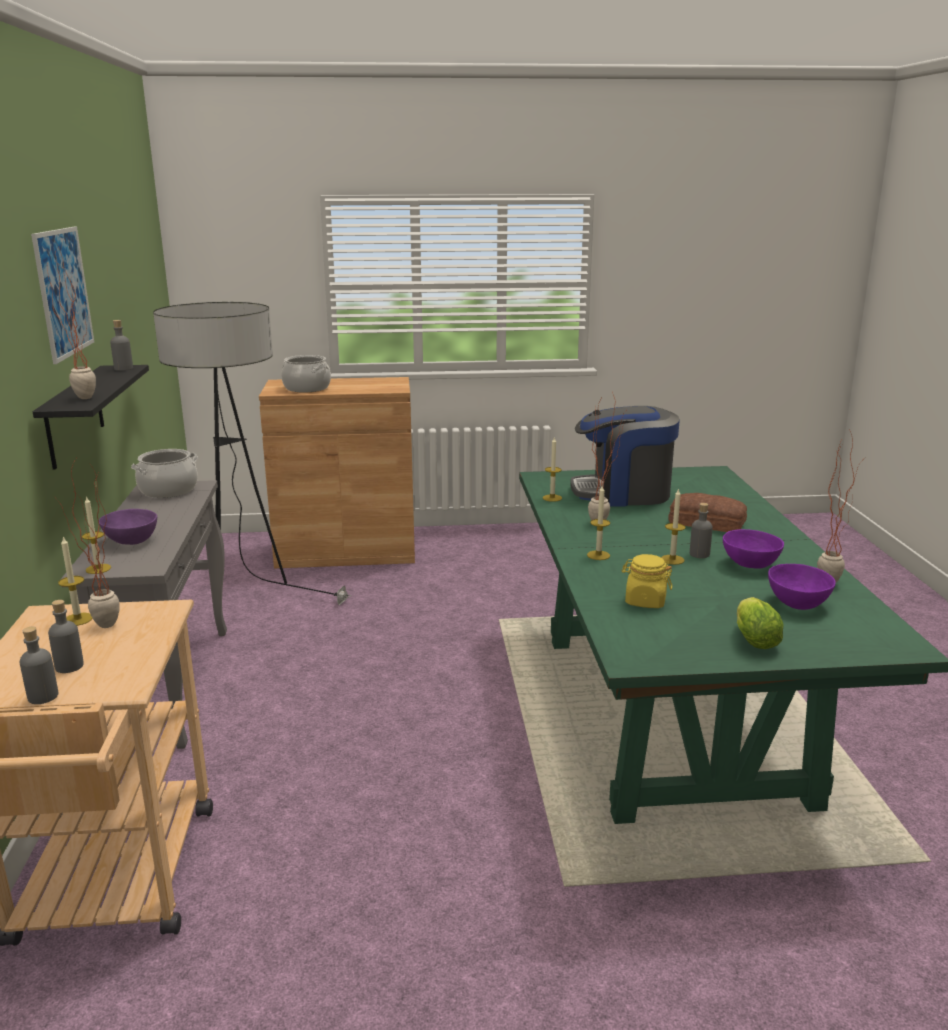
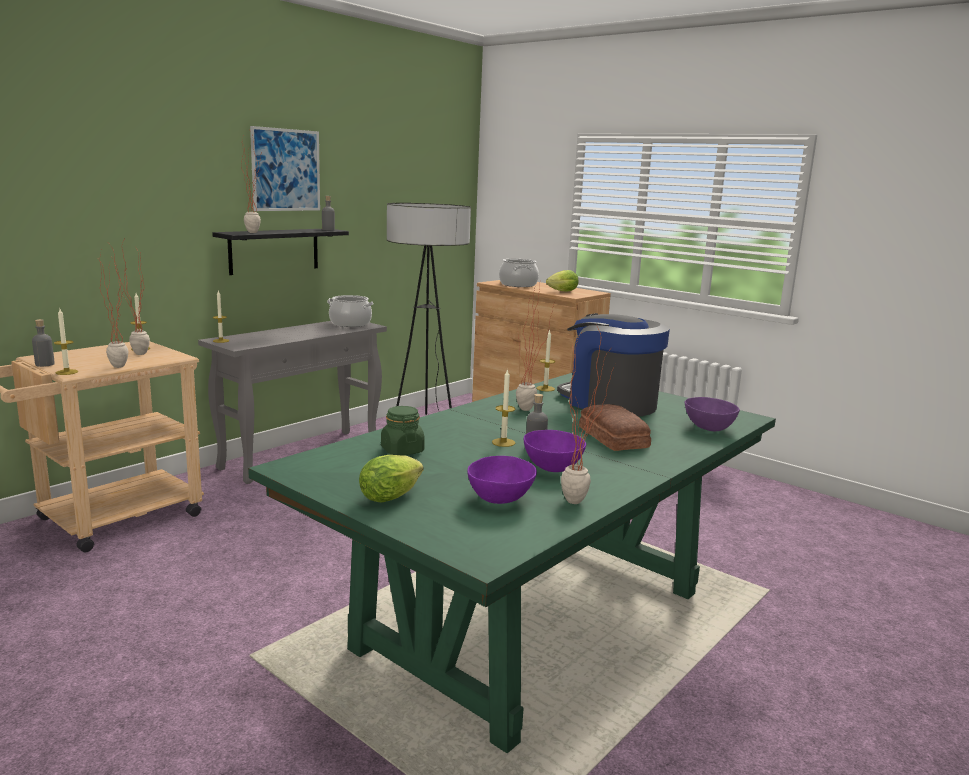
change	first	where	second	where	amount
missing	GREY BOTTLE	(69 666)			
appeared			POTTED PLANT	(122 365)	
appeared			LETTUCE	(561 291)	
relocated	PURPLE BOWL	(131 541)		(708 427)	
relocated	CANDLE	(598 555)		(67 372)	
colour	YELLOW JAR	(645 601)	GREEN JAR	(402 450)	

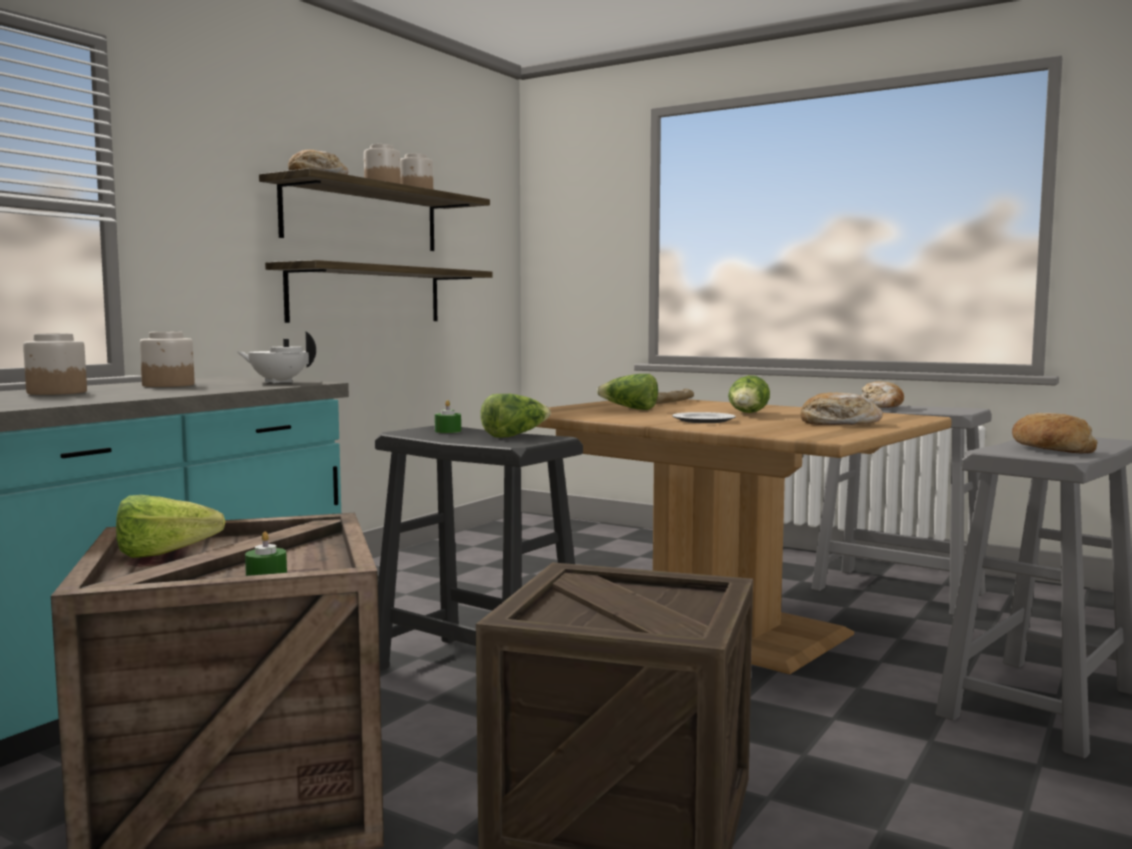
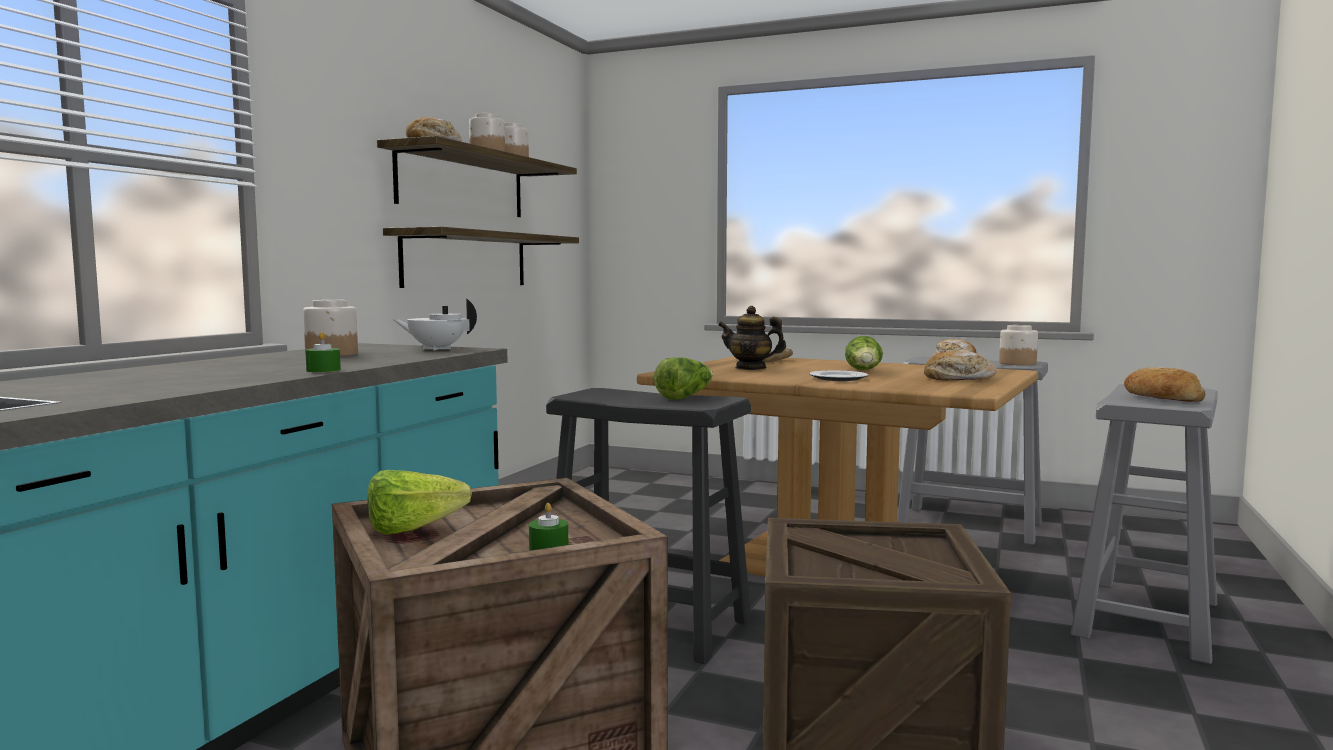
change	first	where	second	where	amount
relocated	JAR	(56 392)		(1017 363)	
relocated	GREEN CANDLE	(448 431)		(323 370)	
exchanged	LETTUCE	(629 409)	TEAPOT	(751 368)	

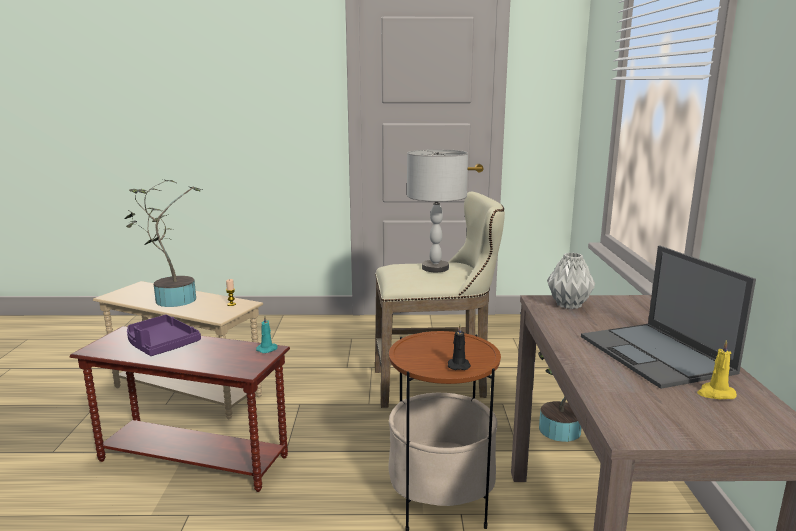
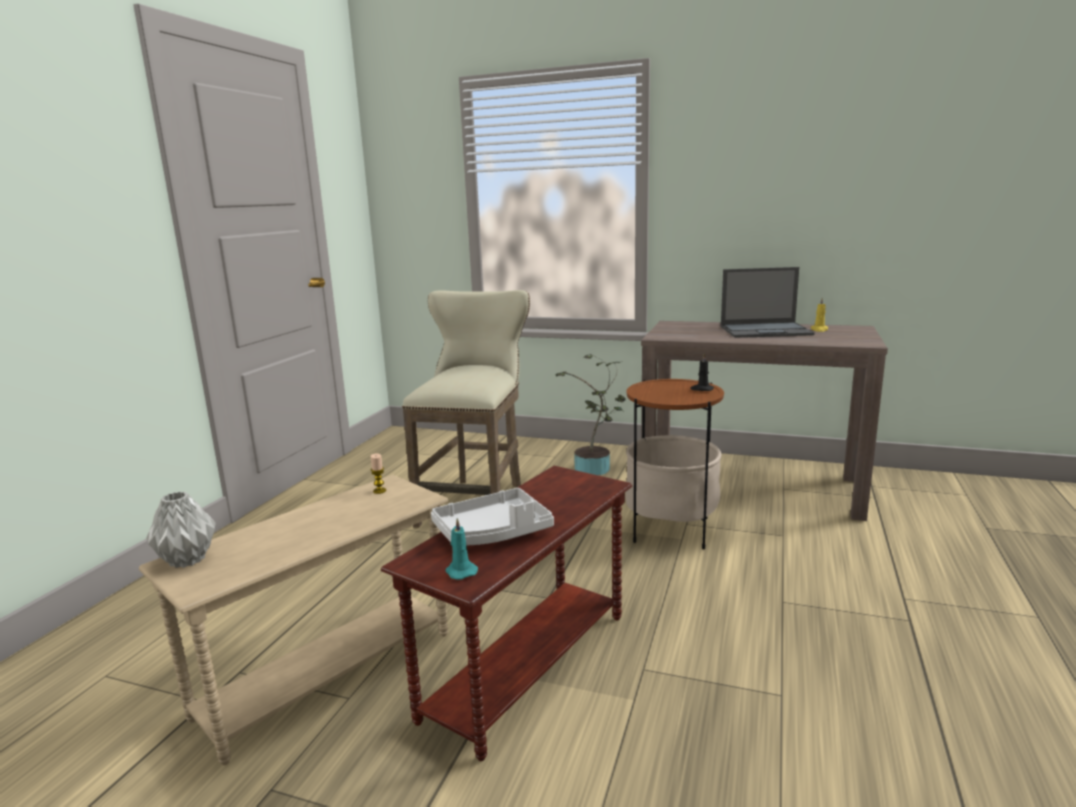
change	first	where	second	where	amount
missing	POTTED PLANT	(171 300)			
missing	GREY TABLE LAMP	(435 268)			
relocated	TURQUOISE CANDLE	(267 349)		(460 571)	
relocated	GREY VASE	(569 305)		(188 560)	
colour	PURPLE TRAY	(160 345)	WHITE TRAY	(493 532)	

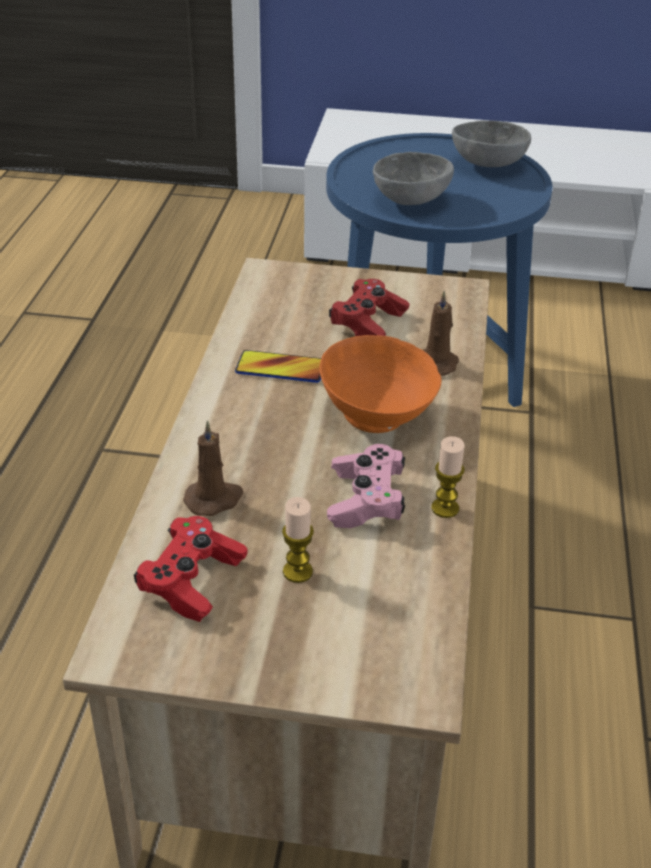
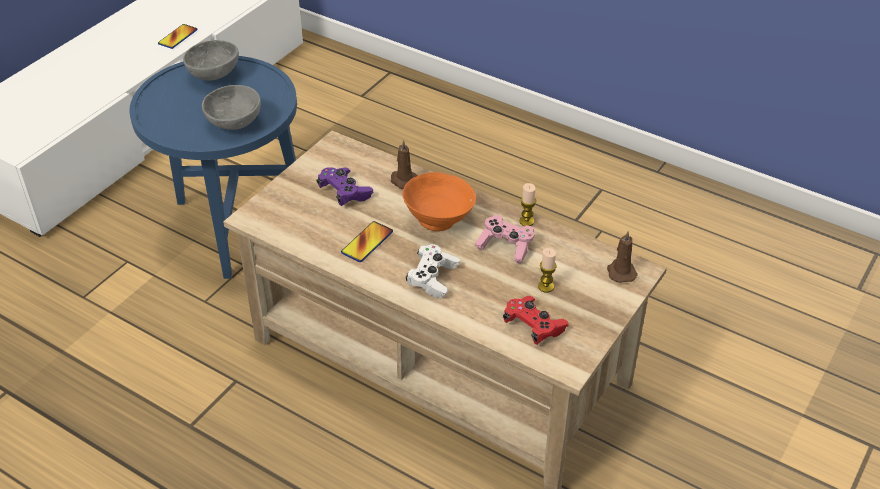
change	first	where	second	where	amount
appeared			PHONE	(178 37)	
appeared			WHITE GAME CONTROLLER	(432 278)	
relocated	BROWN CANDLE	(214 499)		(620 271)	
colour	RED GAME CONTROLLER	(368 323)	PURPLE GAME CONTROLLER	(344 193)	

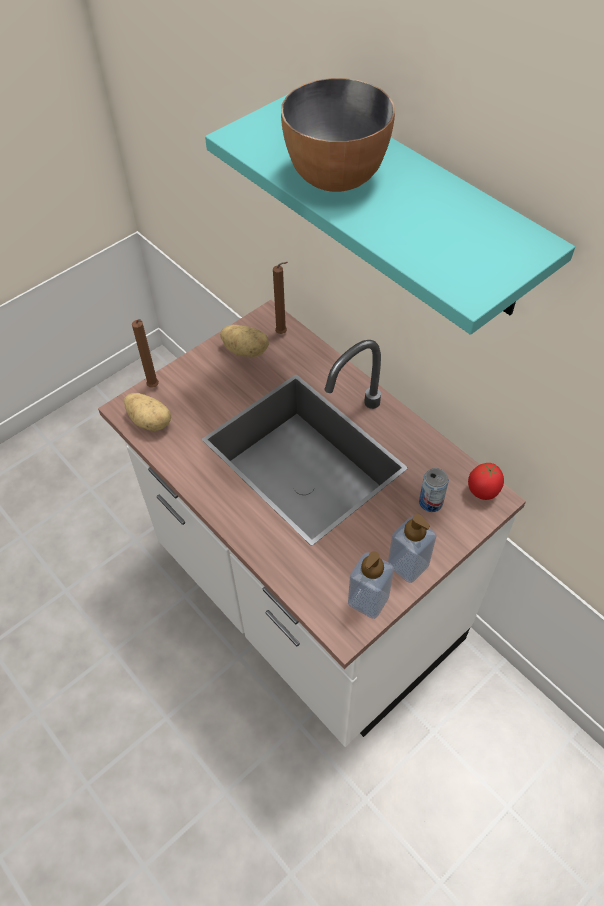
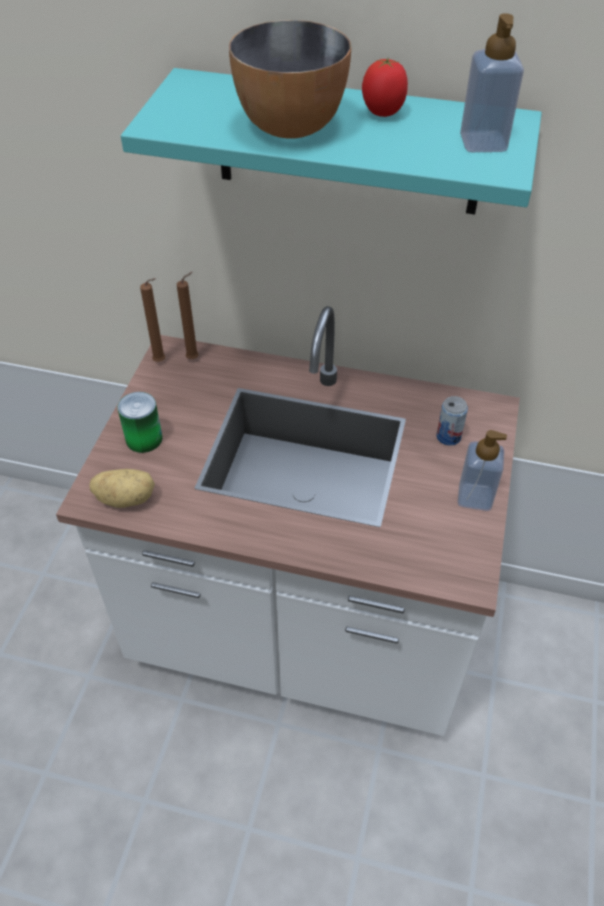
change	first	where	second	where	amount
missing	POTATO	(246 350)			
appeared			CAN	(144 439)	
relocated	BROWN CANDLE	(154 387)		(161 362)	
relocated	SOAP DISPENSER	(368 600)		(483 142)	
relocated	TOMATO	(482 492)		(383 113)	

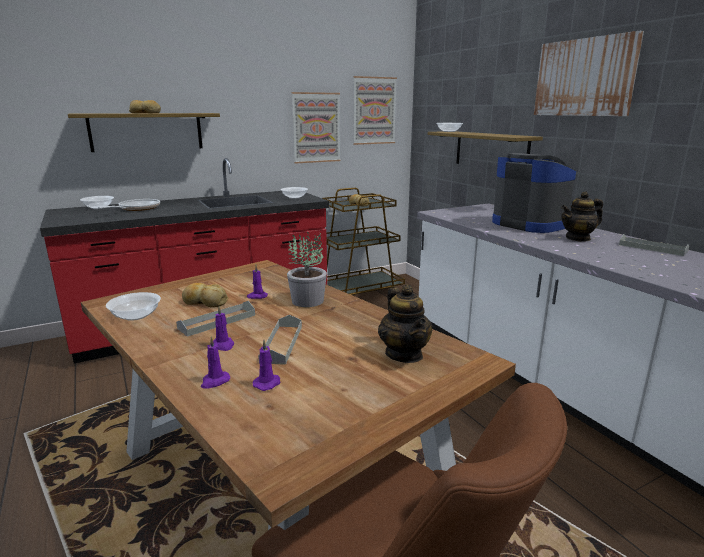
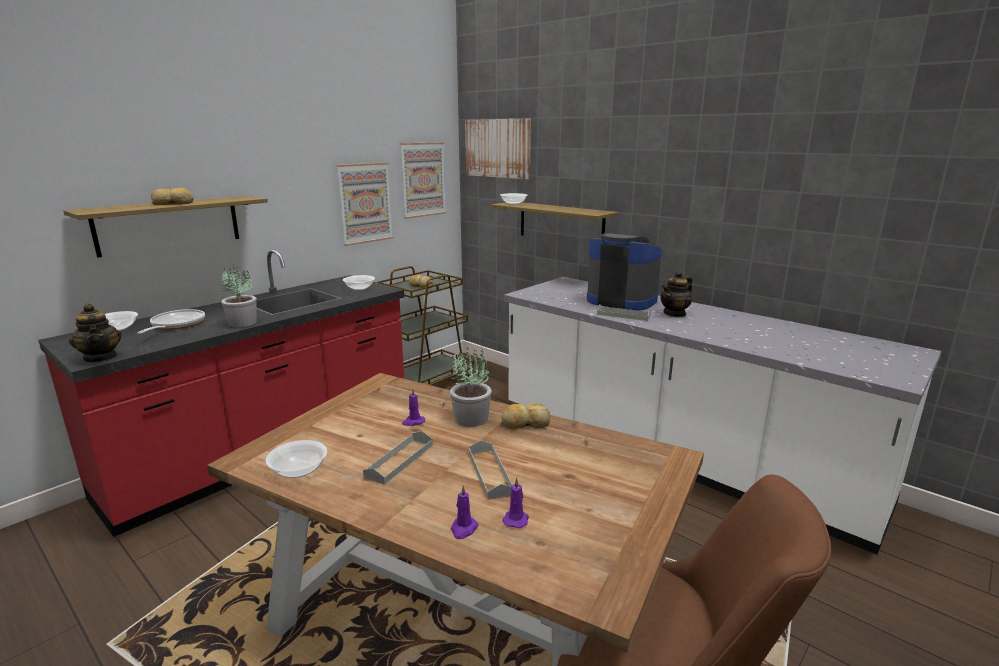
change	first	where	second	where	amount
missing	PURPLE CANDLE	(223 345)			
appeared			POTTED PLANT	(242 322)	
relocated	BREAD	(205 302)		(525 423)	
relocated	TEAPOT	(404 354)		(101 358)	
relocated	PICTURE	(584 77)		(498 148)	
relocated	GREY TRAY	(652 248)		(623 315)	

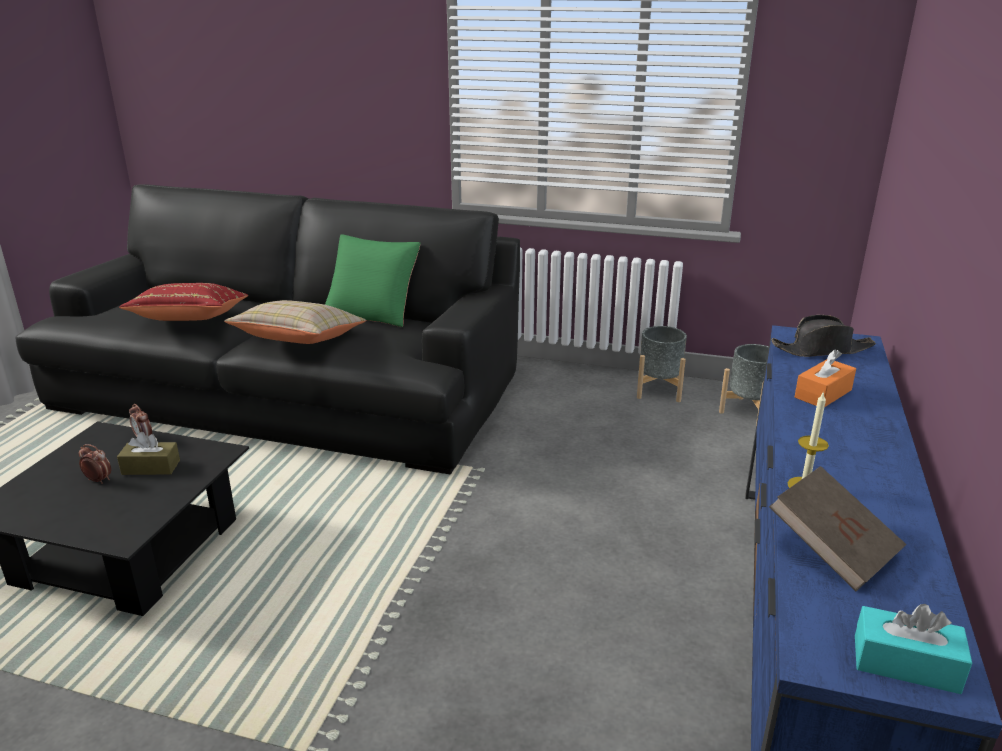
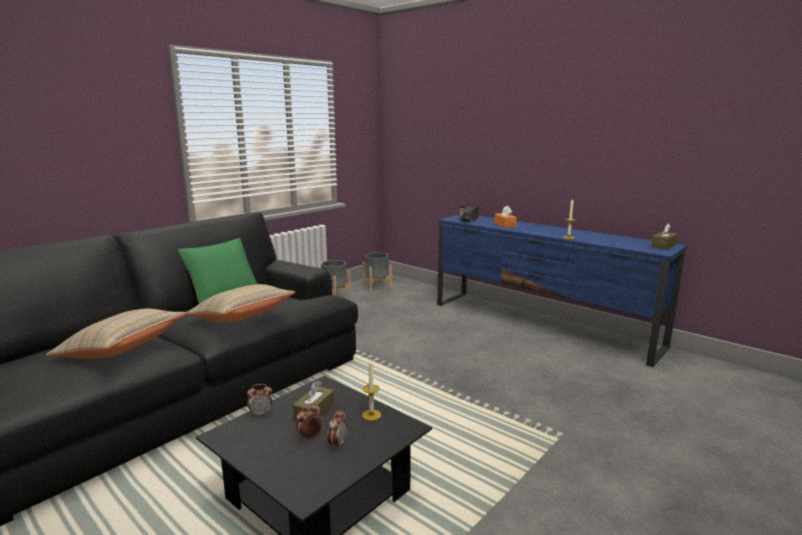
change	first	where	second	where	amount
missing	BROWN BOOK	(832 549)			
appeared			ALARM CLOCK	(337 444)	
appeared			CANDLE	(371 415)	
colour	RED PILLOW	(190 320)	BEIGE PILLOW	(122 351)	
colour	TURQUOISE TISSUE BOX	(905 664)	BROWN TISSUE BOX	(663 246)	

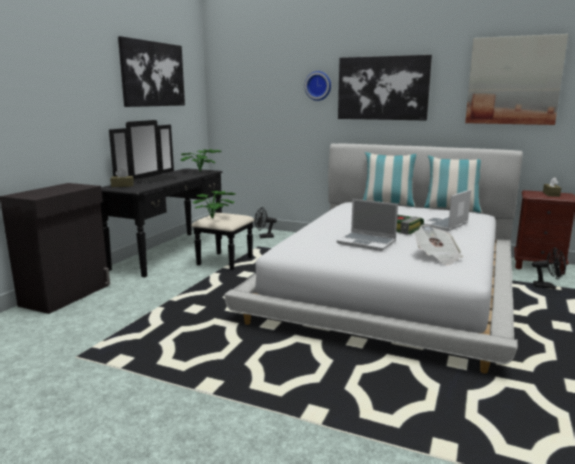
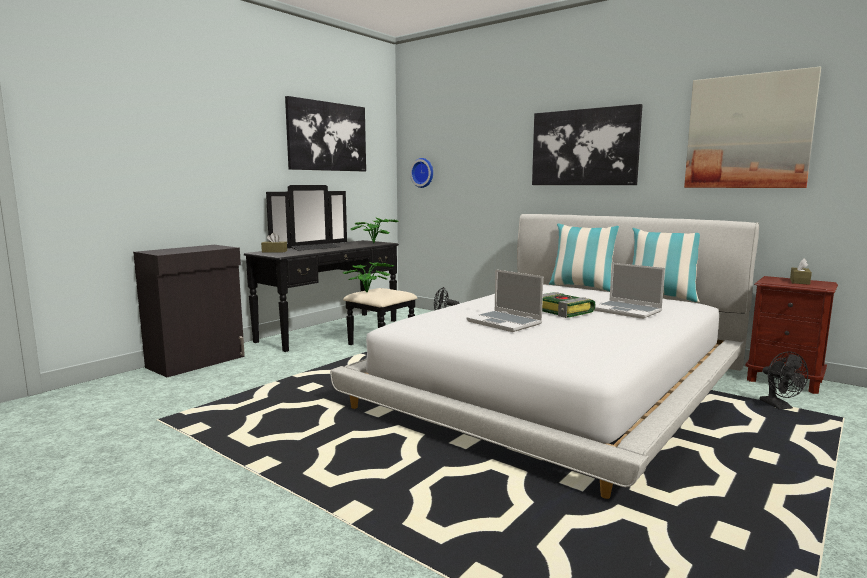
change	first	where	second	where	amount
missing	NEWSPAPER	(437 257)			
relocated	WALL CLOCK	(318 86)		(423 173)	
spun	LAPTOP	(444 224)		(627 311)	105 degrees counterclockwise
spun	BLACK FAN	(548 287)		(779 407)	45 degrees clockwise

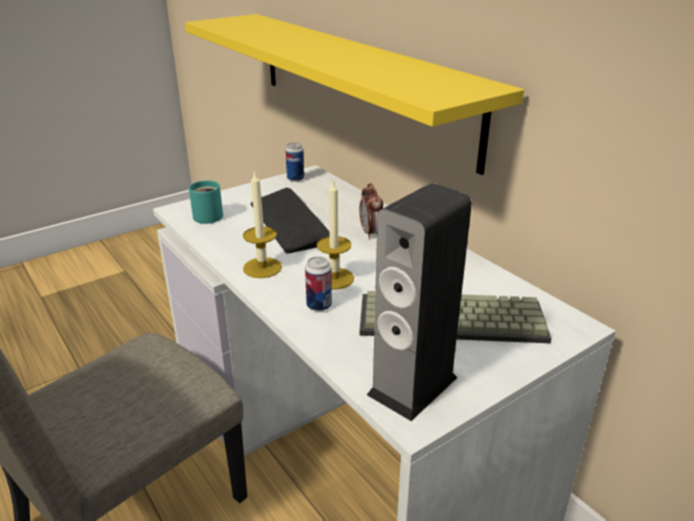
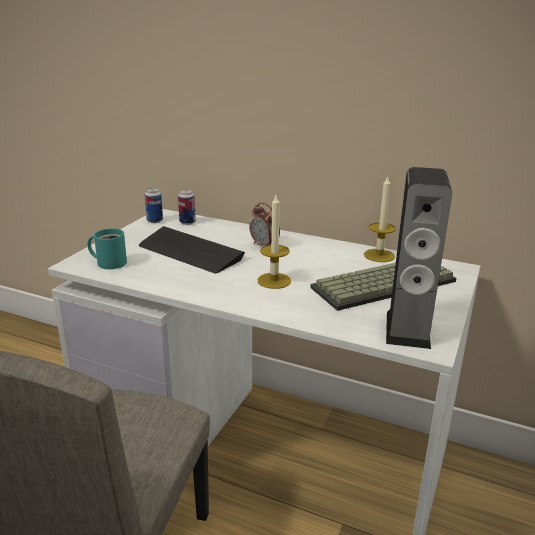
change	first	where	second	where	amount
missing	YELLOW SHELF	(359 83)			
relocated	CANDLE	(262 267)		(379 255)	
relocated	CAN	(319 305)		(187 222)	

